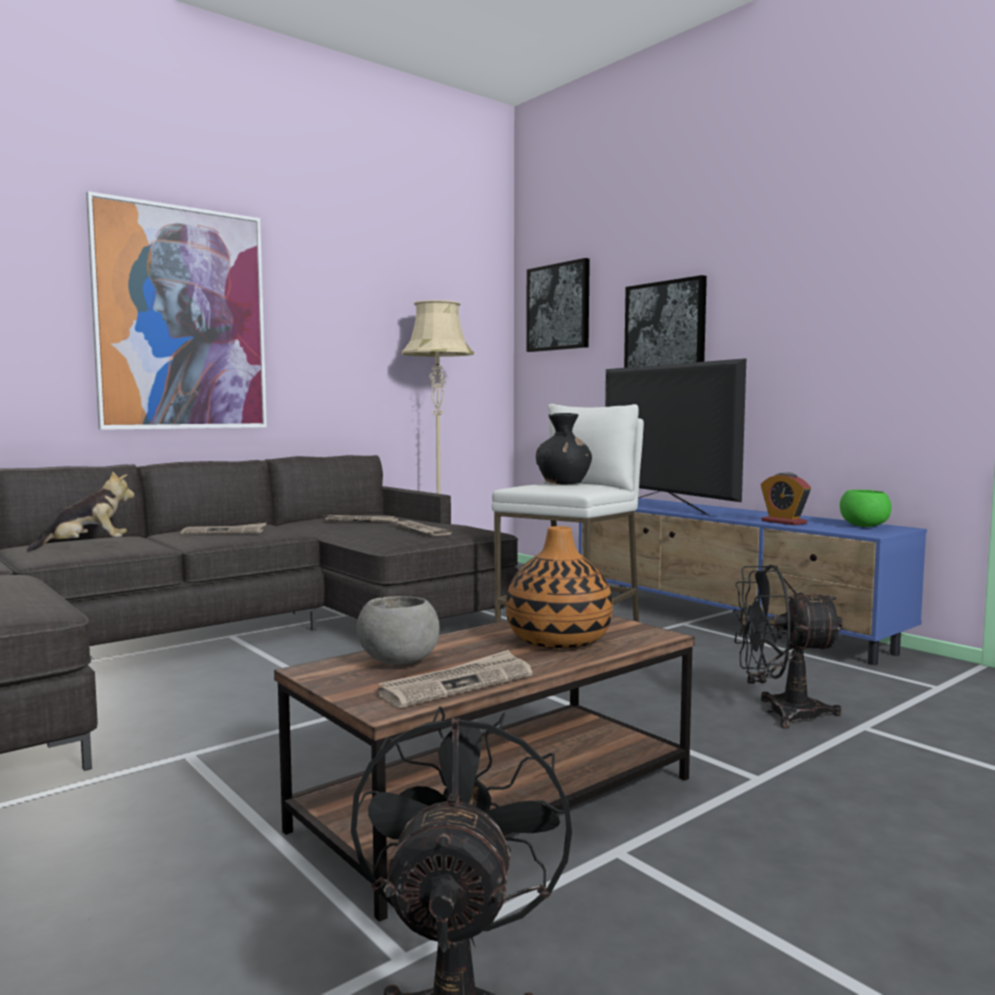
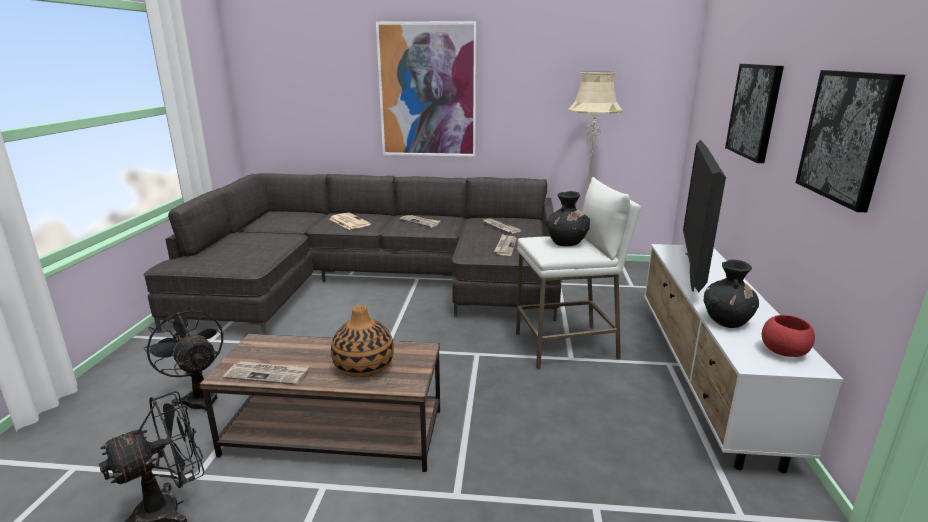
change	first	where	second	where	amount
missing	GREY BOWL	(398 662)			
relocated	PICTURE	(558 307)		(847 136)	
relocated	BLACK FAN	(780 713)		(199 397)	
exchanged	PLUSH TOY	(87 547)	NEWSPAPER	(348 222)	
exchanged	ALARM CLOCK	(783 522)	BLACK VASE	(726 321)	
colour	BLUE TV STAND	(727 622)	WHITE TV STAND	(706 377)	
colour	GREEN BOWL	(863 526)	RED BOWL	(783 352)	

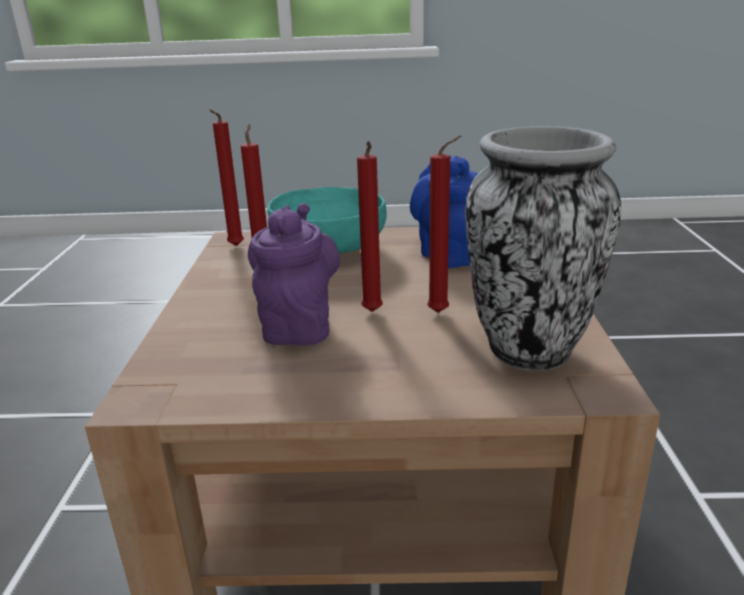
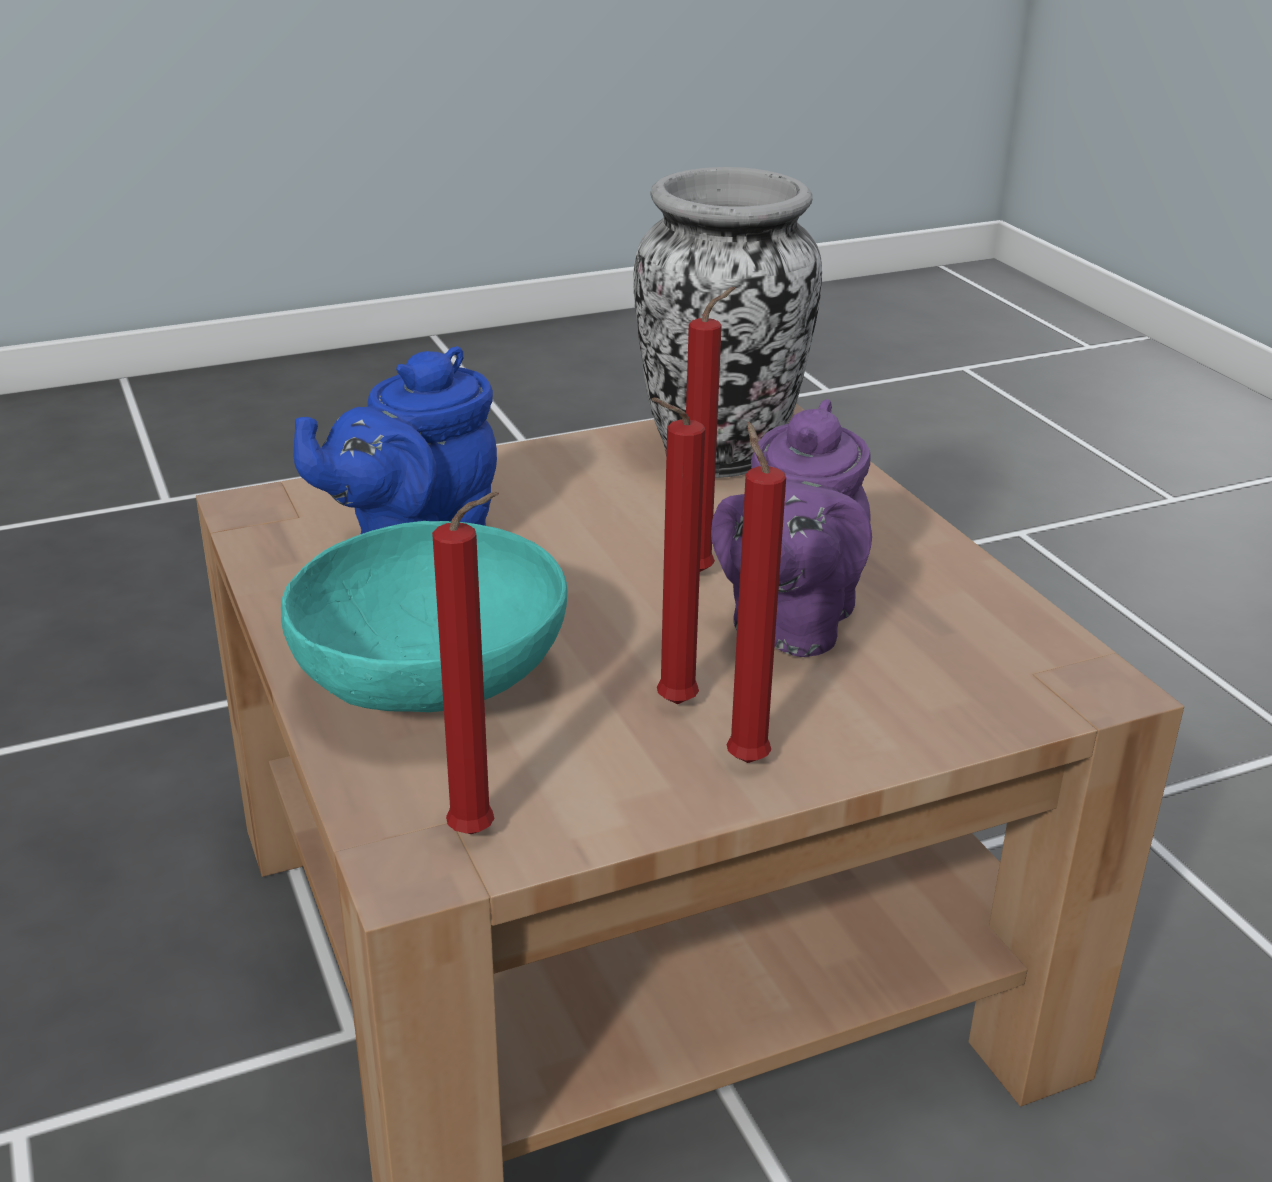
change	first	where	second	where	amount
relocated	RED CANDLE	(441 312)		(744 758)	
spun	PURPLE TEAPOT	(298 325)		(789 625)	45 degrees counterclockwise

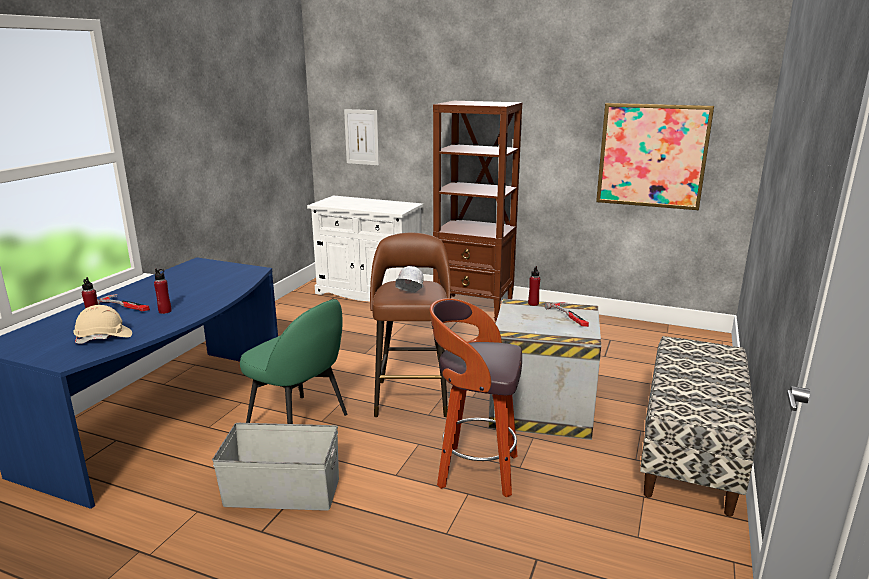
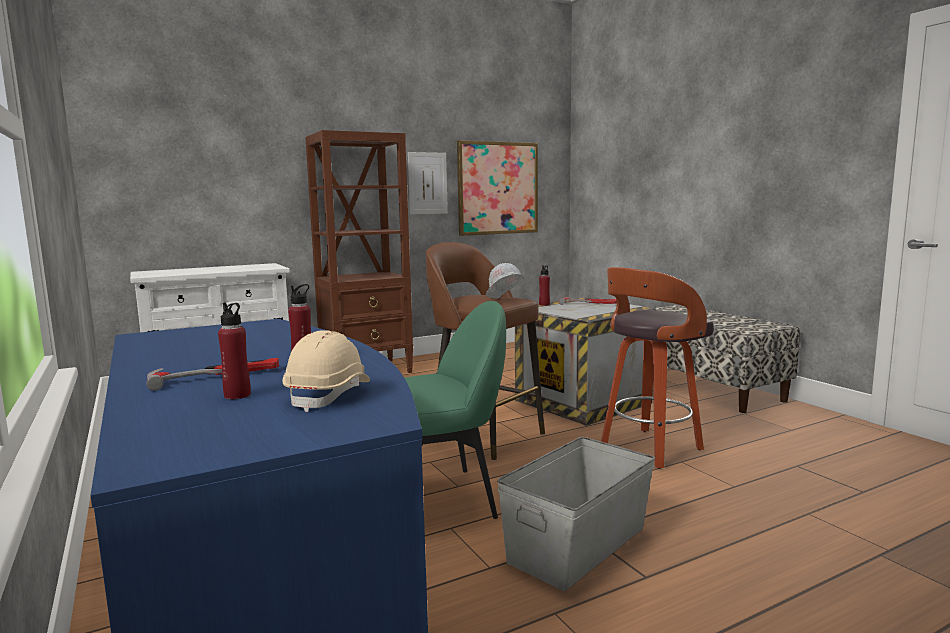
change	first	where	second	where	amount
relocated	PICTURE	(362 137)		(427 183)	

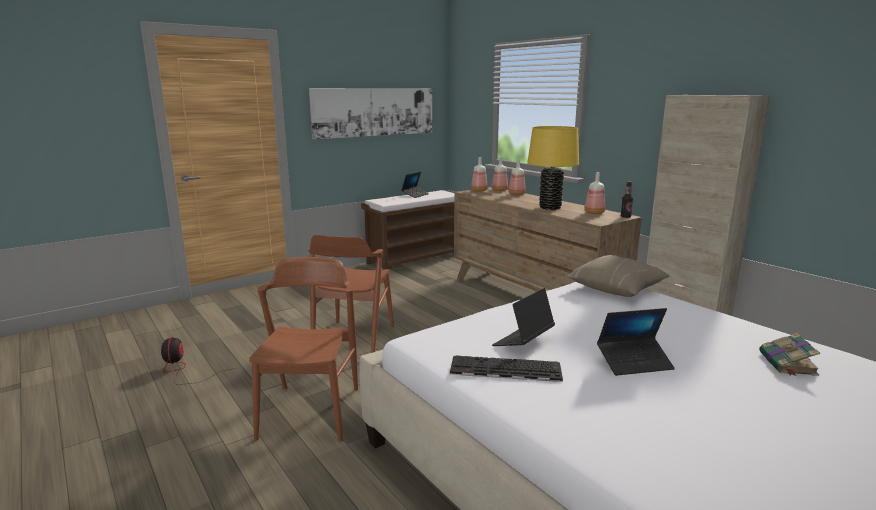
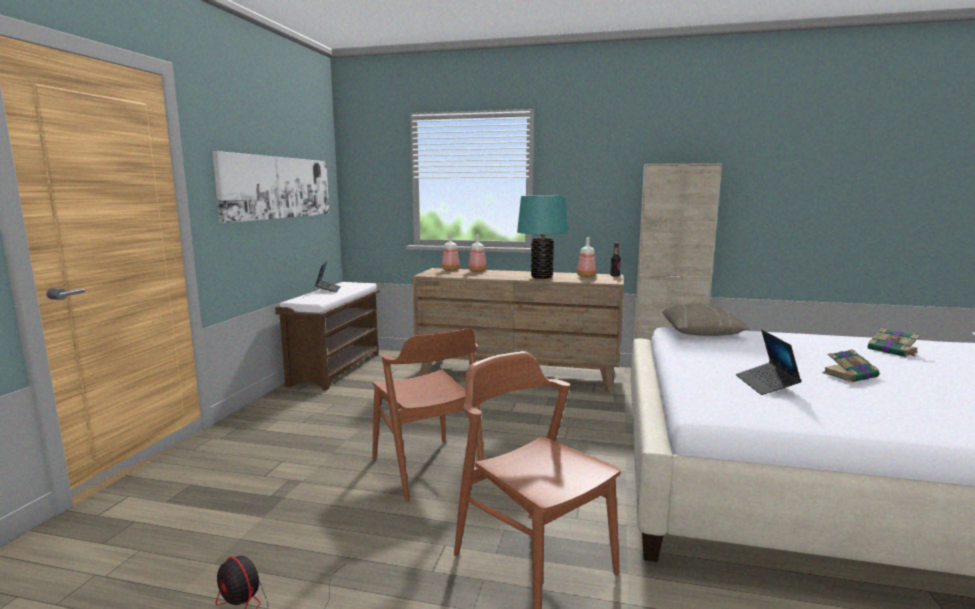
change	first	where	second	where	amount
missing	KEYBOARD	(504 370)			
missing	BOTTLE	(479 190)			
exchanged	LAPTOP	(634 362)	BOOK	(850 375)	
colour	YELLOW TABLE LAMP	(550 207)	TURQUOISE TABLE LAMP	(541 277)	

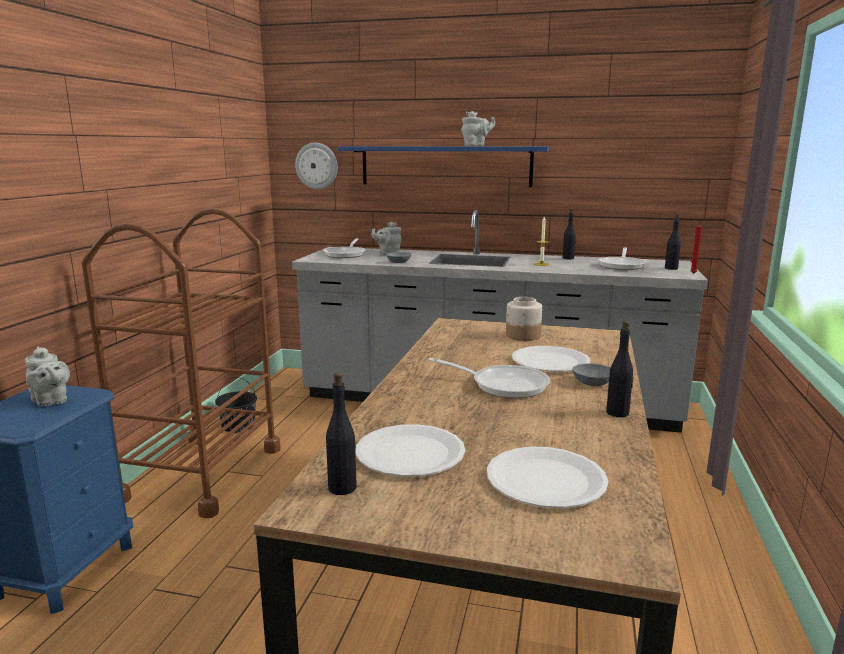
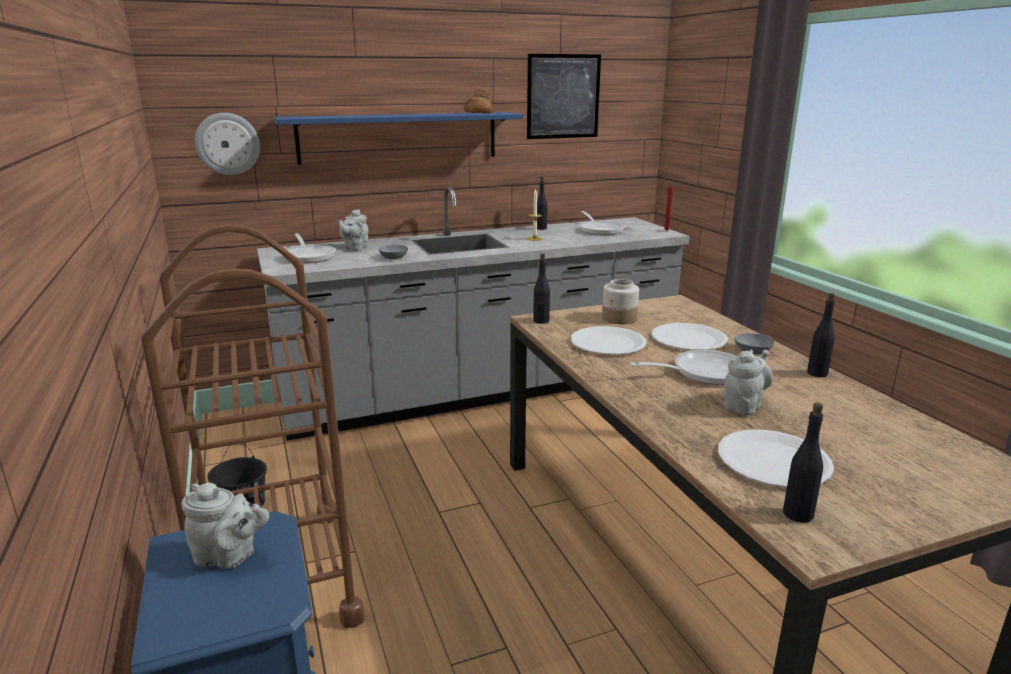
change	first	where	second	where	amount
appeared			BREAD	(478 113)	
appeared			PICTURE	(563 96)	
relocated	GREY TEAPOT	(476 146)		(743 405)	
relocated	WHITE PLATE	(546 480)		(608 343)	
relocated	BLACK BOTTLE	(671 268)		(541 321)	

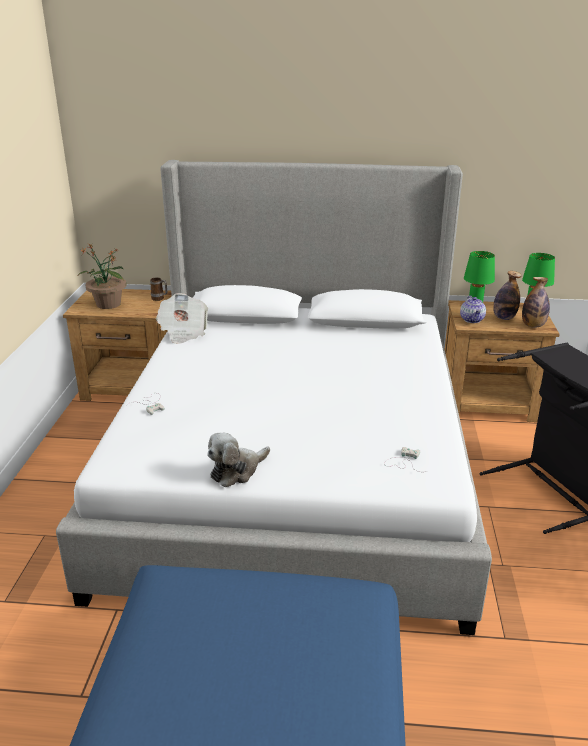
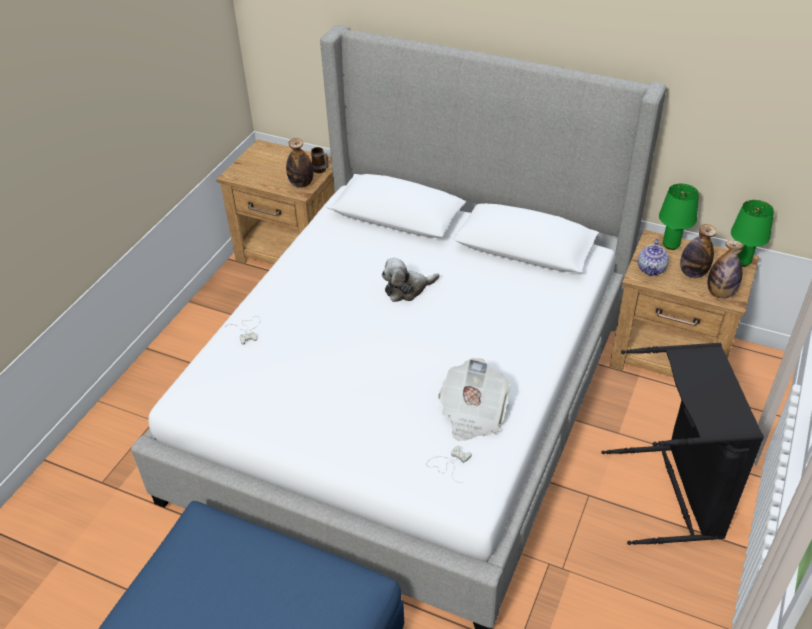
change	first	where	second	where	amount
missing	POTTED PLANT	(108 304)			
appeared			BOTTLE	(301 184)	
relocated	NEWSPAPER	(183 332)		(472 414)	
relocated	PLUSH TOY	(237 471)		(407 289)	

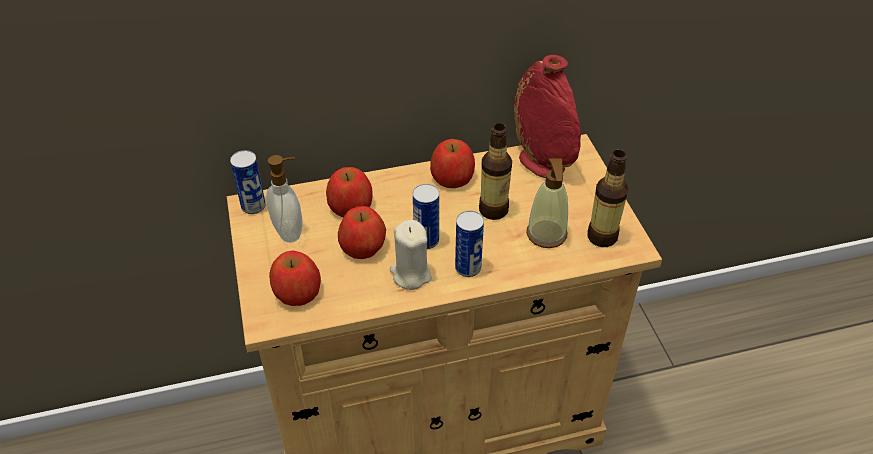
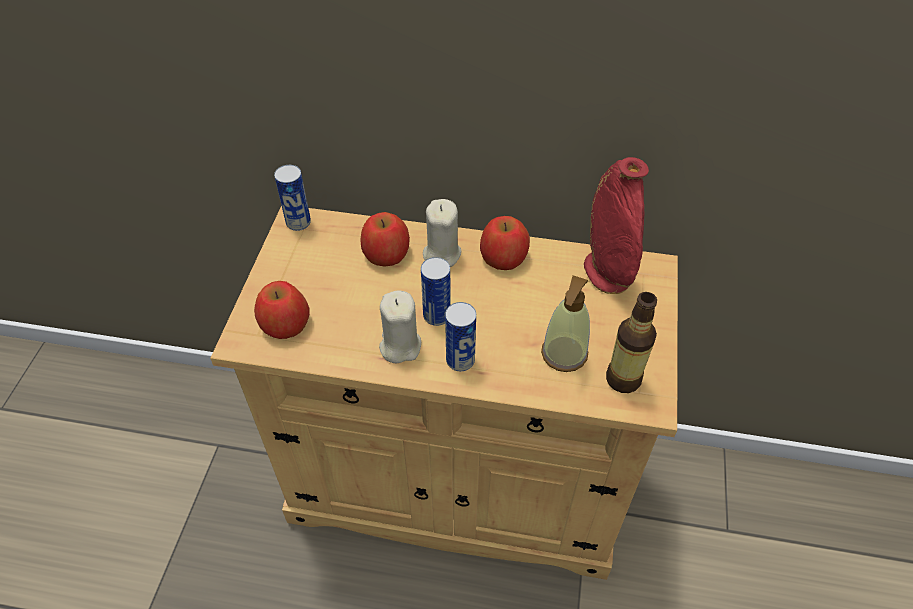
change	first	where	second	where	amount
missing	SOAP DISPENSER	(290 231)			
missing	APPLE	(363 247)			
missing	BOTTLE	(493 210)			
appeared			BEIGE CANDLE	(441 253)	

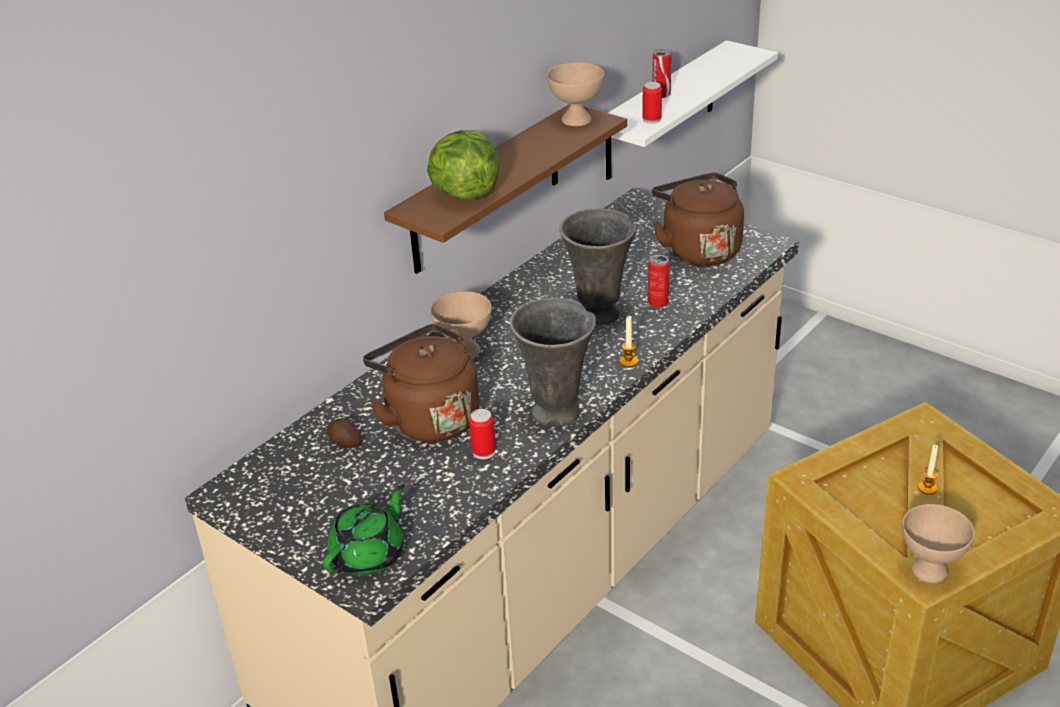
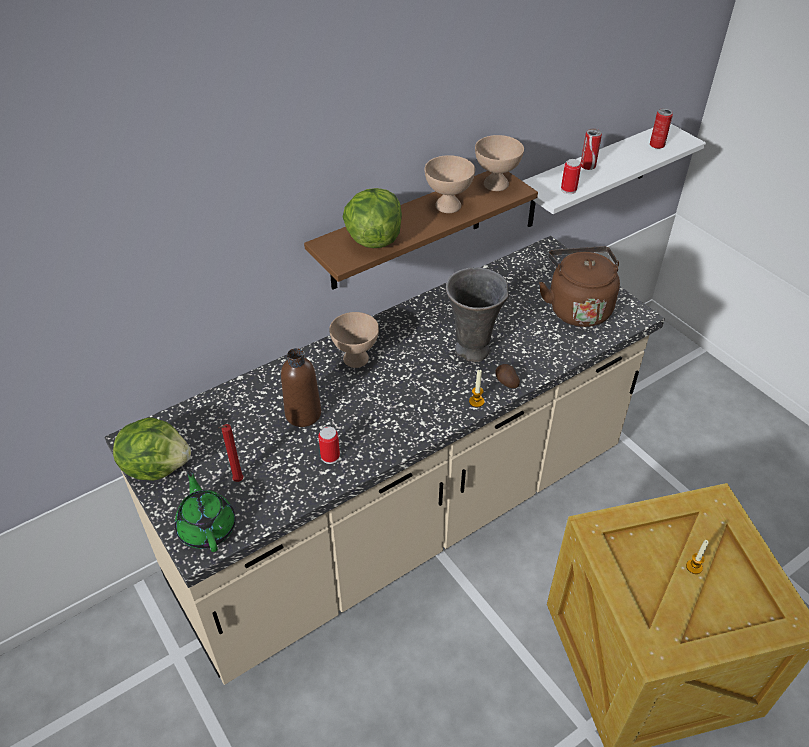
change	first	where	second	where	amount
missing	GREY VASE	(557 414)			
appeared			LETTUCE	(157 466)	
appeared			RED CANDLE	(237 481)	
relocated	POTATO	(344 442)		(506 382)	
relocated	CAN	(658 302)		(657 145)	
relocated	BEIGE BOWL	(931 571)		(448 206)	
exchanged	BROWN KETTLE	(428 418)	BROWN BOTTLE	(303 414)	
spun	GREEN TEAPOT	(369 554)		(207 527)	75 degrees counterclockwise

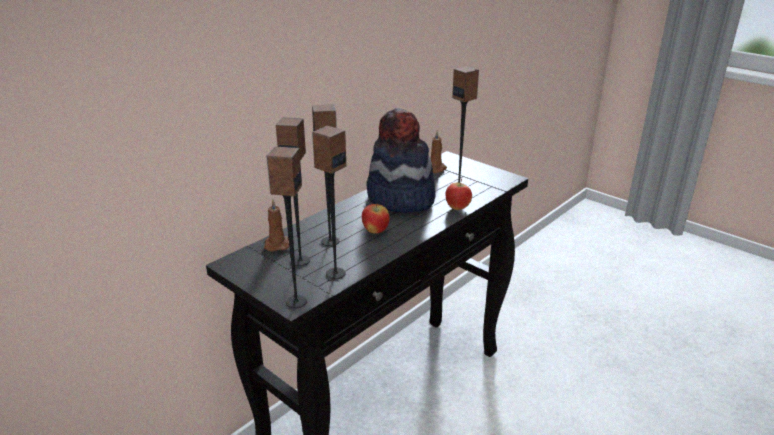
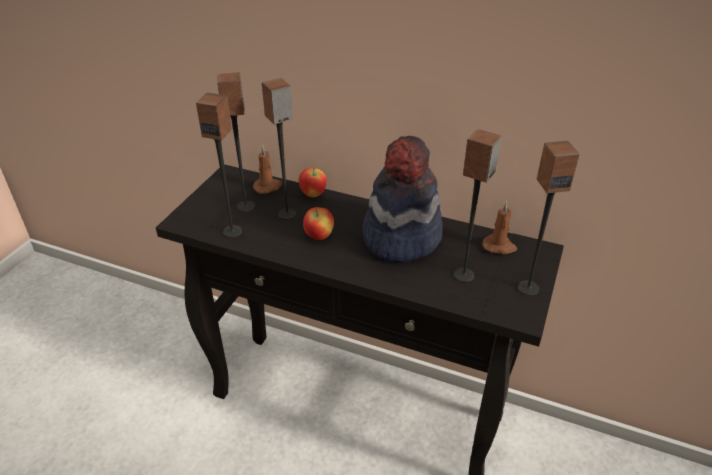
change	first	where	second	where	amount
relocated	SPEAKER	(296 302)		(528 288)	
relocated	APPLE	(457 208)		(313 194)	

